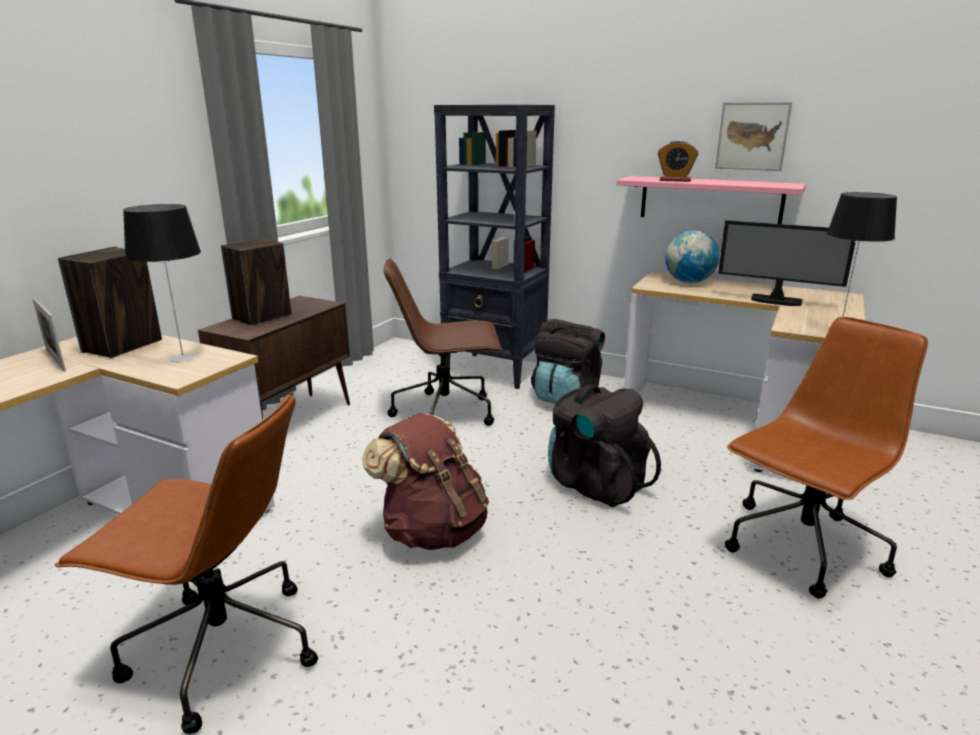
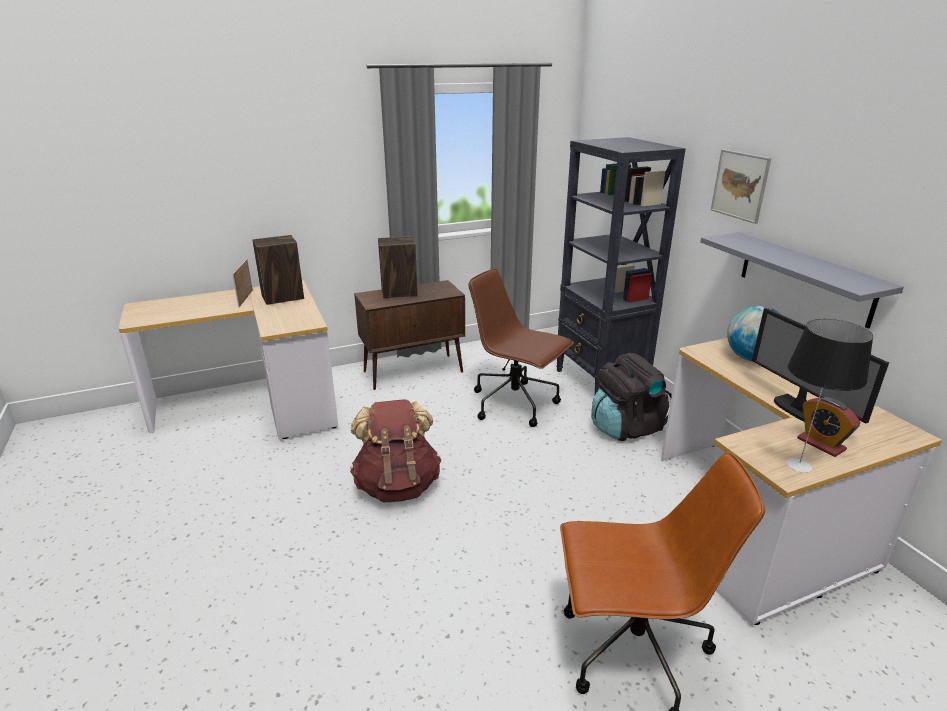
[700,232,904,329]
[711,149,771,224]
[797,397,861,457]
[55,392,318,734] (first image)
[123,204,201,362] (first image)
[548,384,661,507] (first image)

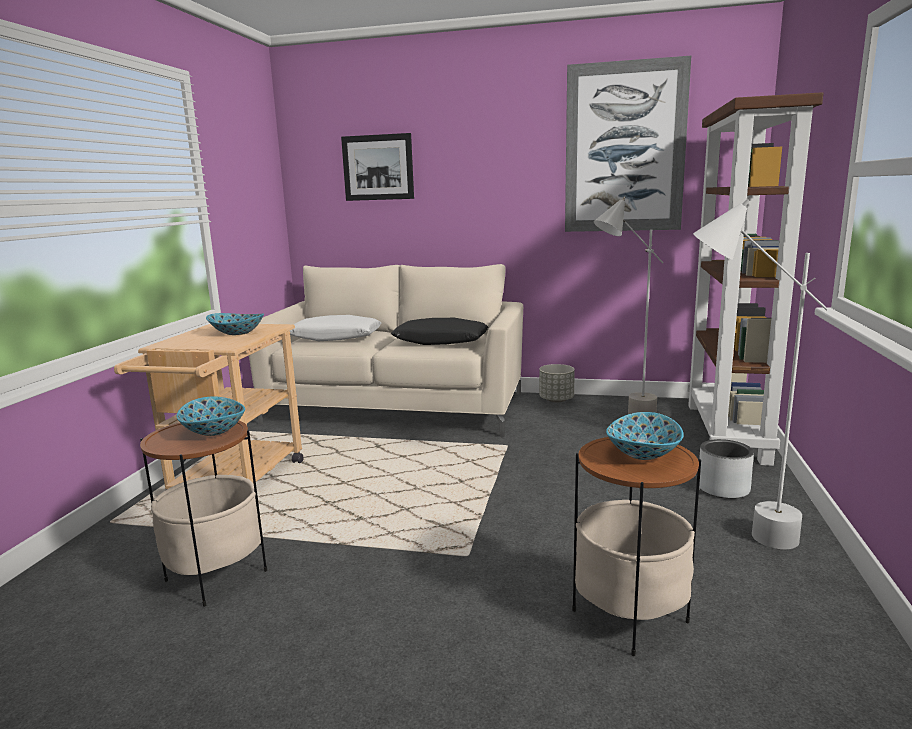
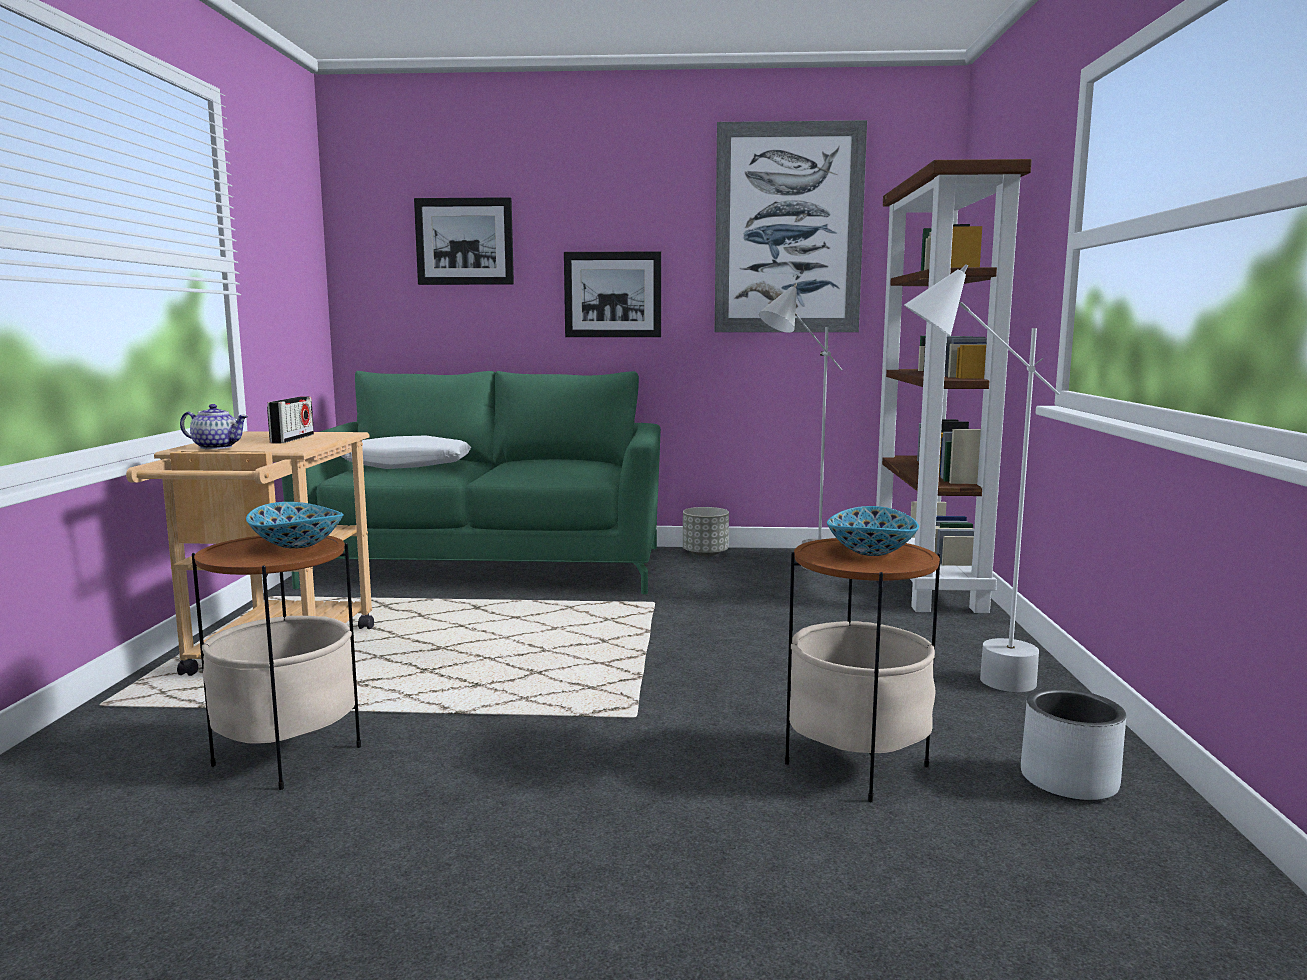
[180,404,248,449]
[267,396,314,443]
[282,371,661,594]
[564,251,661,337]
[1021,688,1126,801]
[391,318,488,345] (first image)

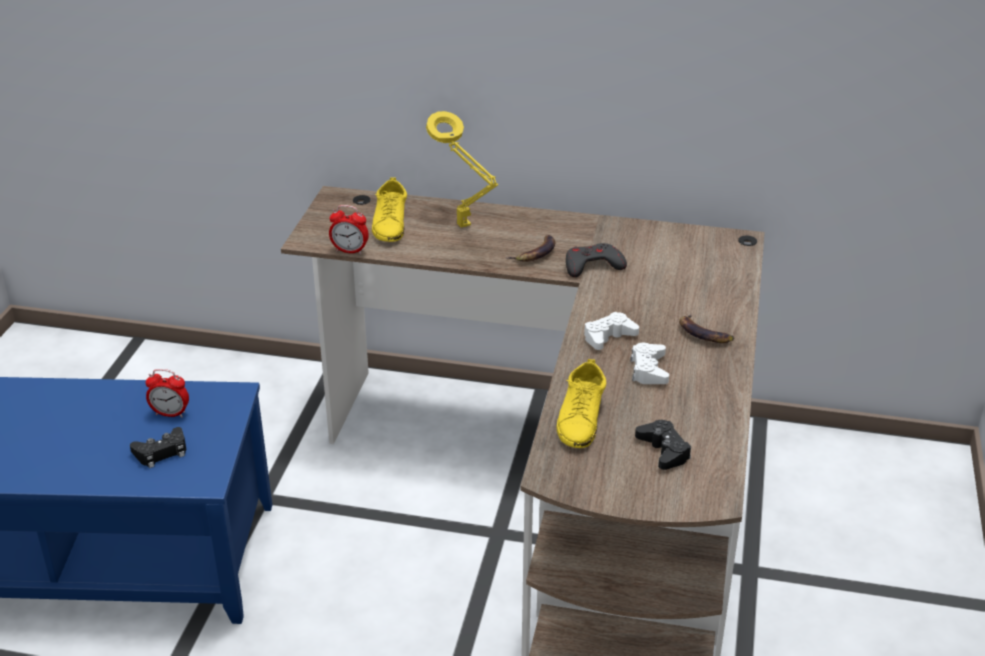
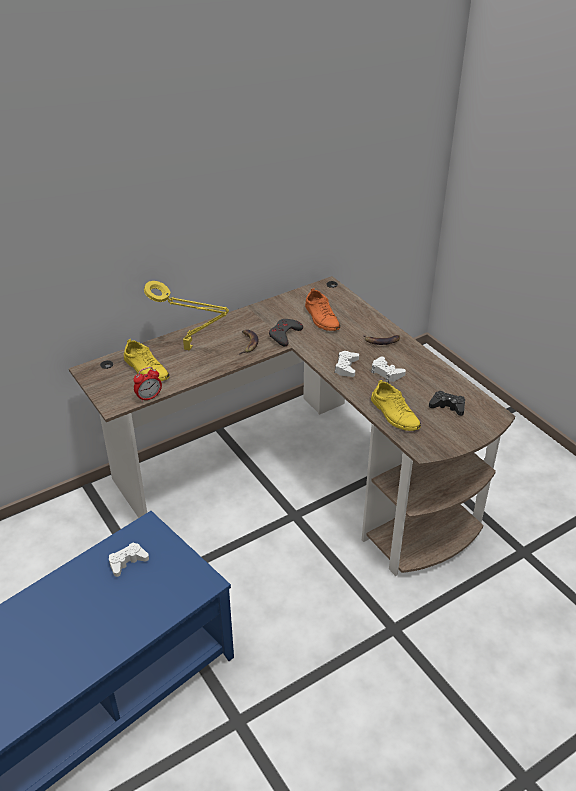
[109,542,149,577]
[305,288,340,331]
[130,427,186,468] (first image)

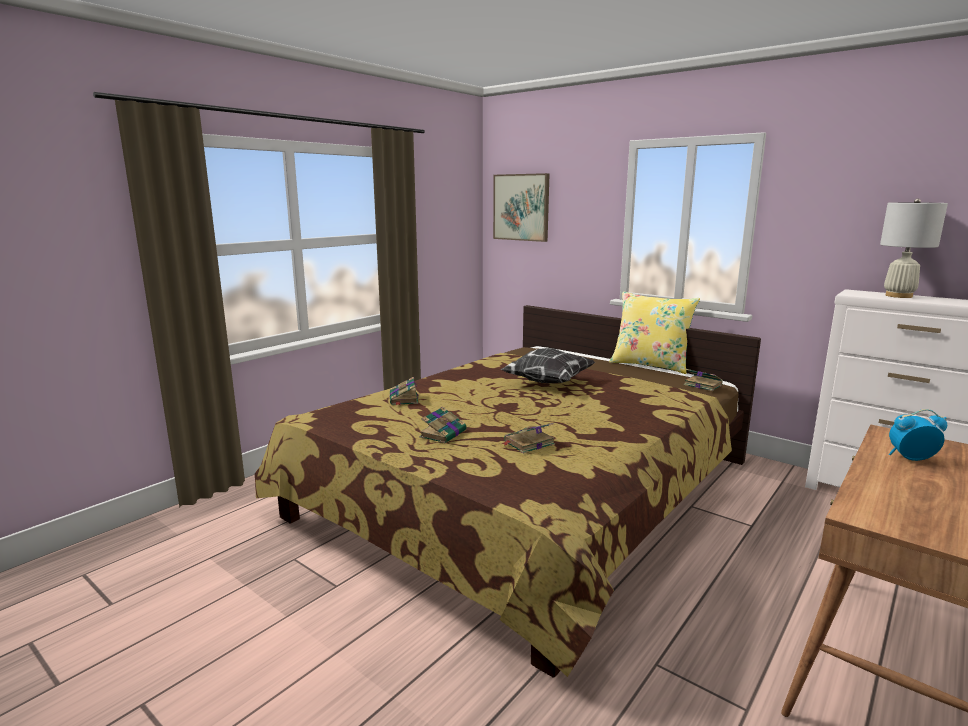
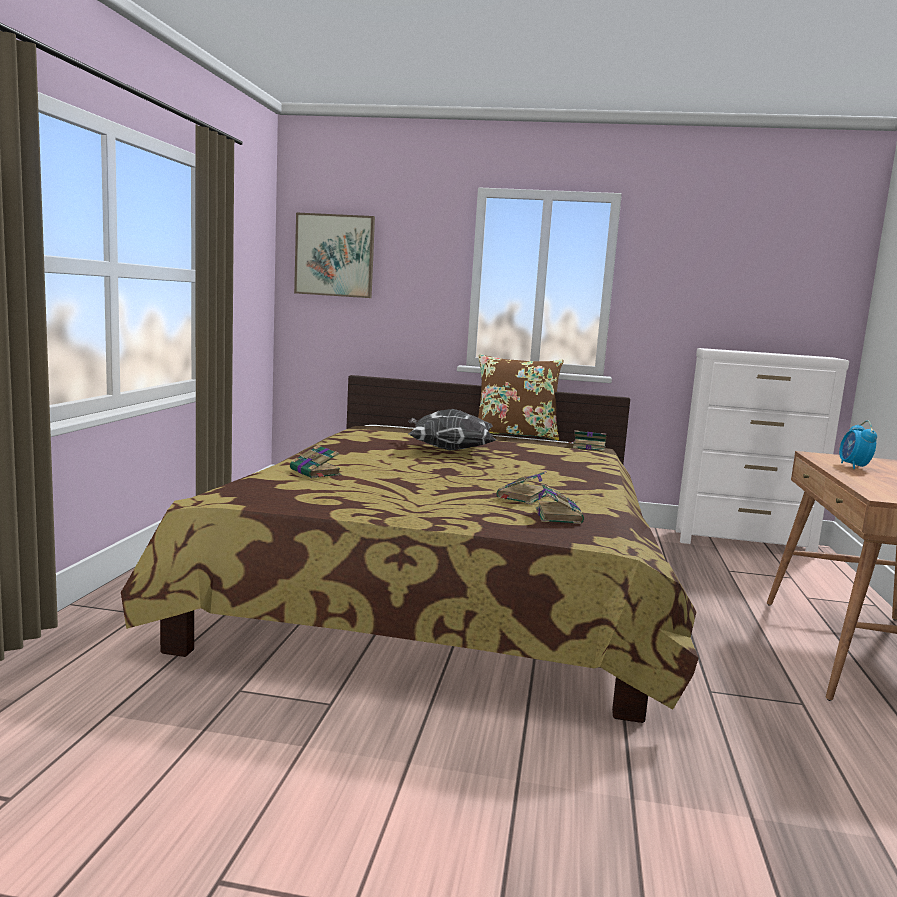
[478,354,564,441]
[536,483,584,524]
[839,420,877,469]
[880,198,948,298] (first image)

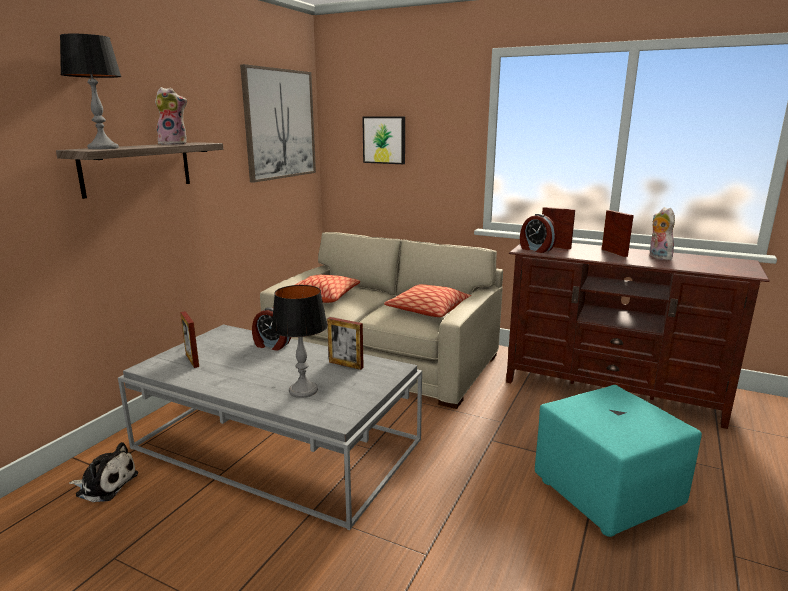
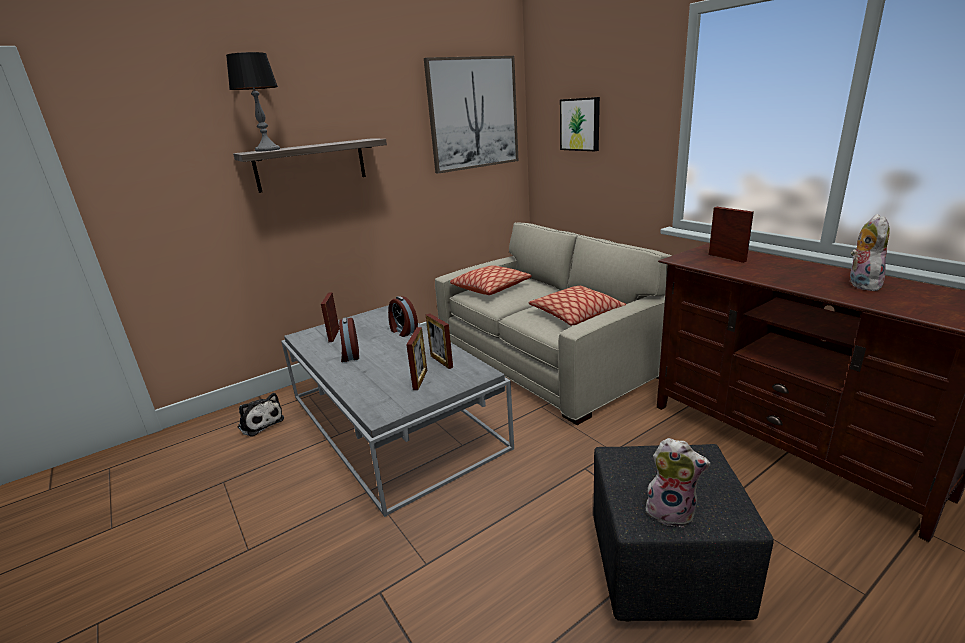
[339,317,359,362]
[406,327,427,390]
[593,444,774,622]
[644,438,710,527]
[271,285,328,398] (first image)

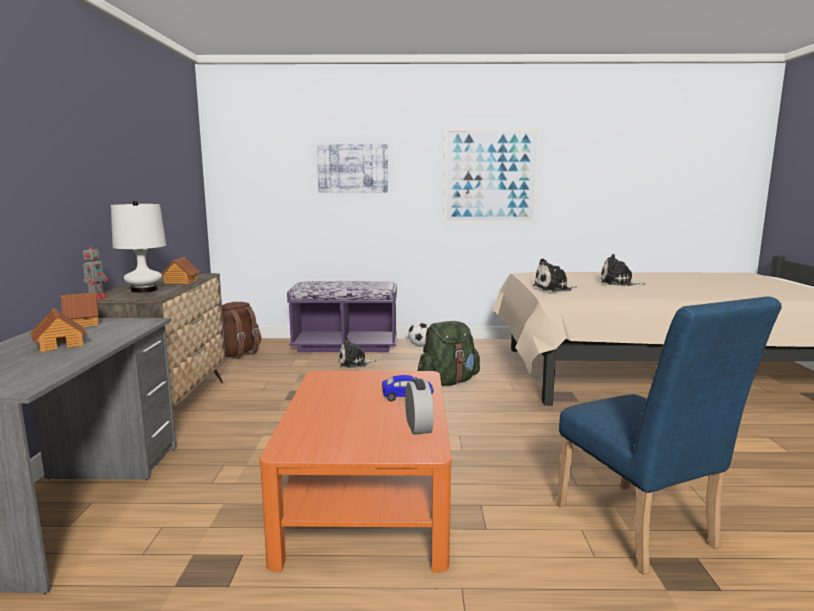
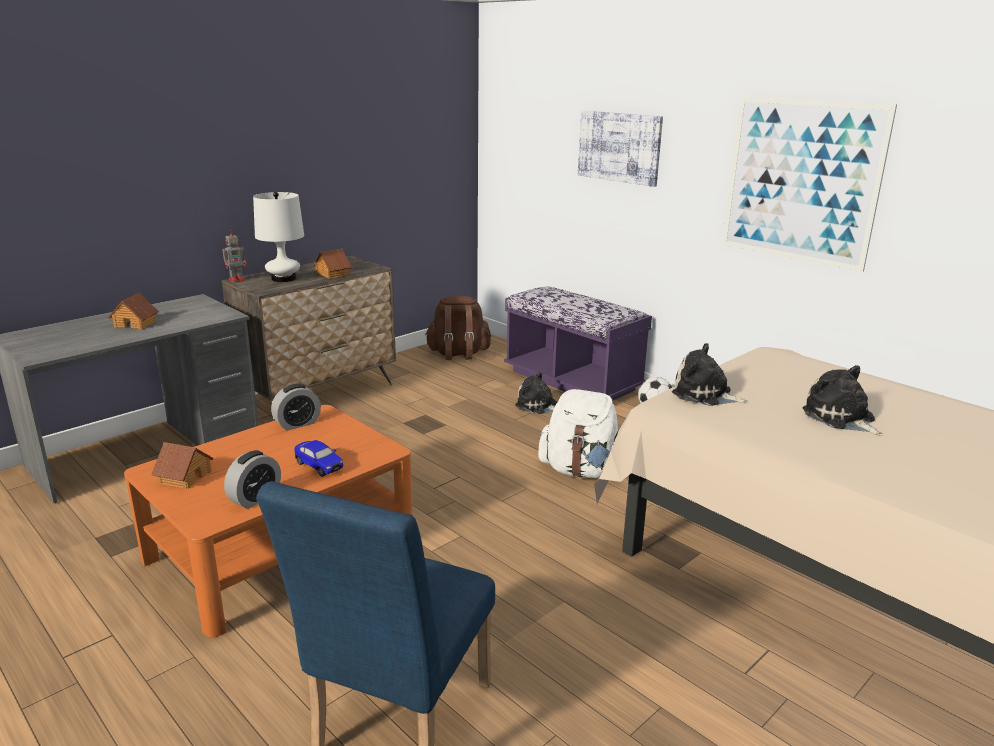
[151,442,213,489]
[271,384,321,431]
[538,389,618,478]

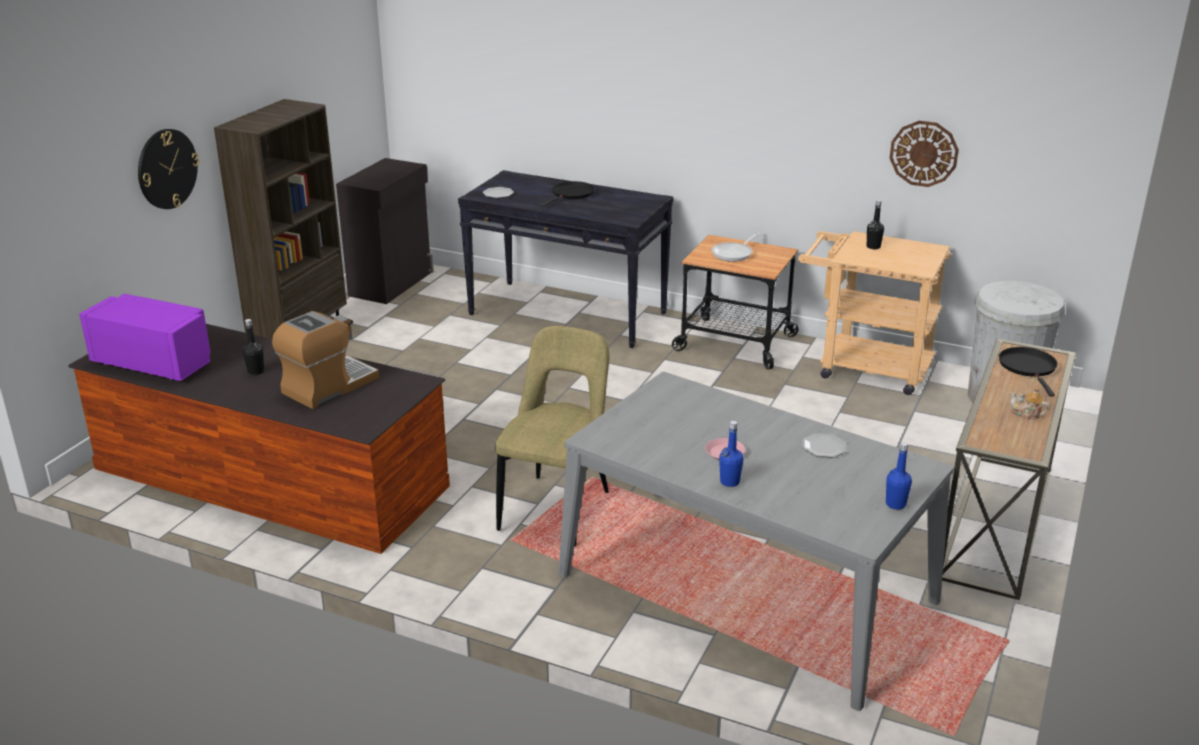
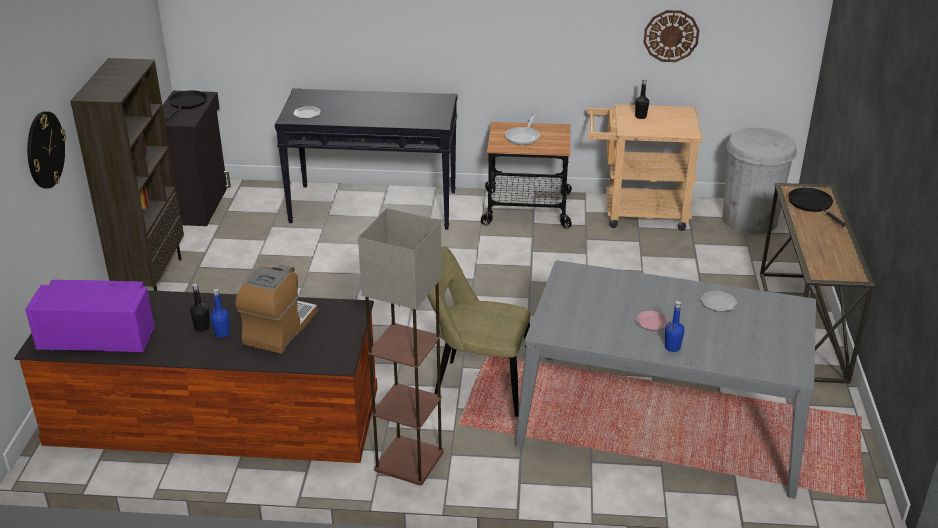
[165,90,207,120]
[210,289,230,338]
[358,208,444,486]
[428,246,531,417]
[1010,386,1050,420] (first image)

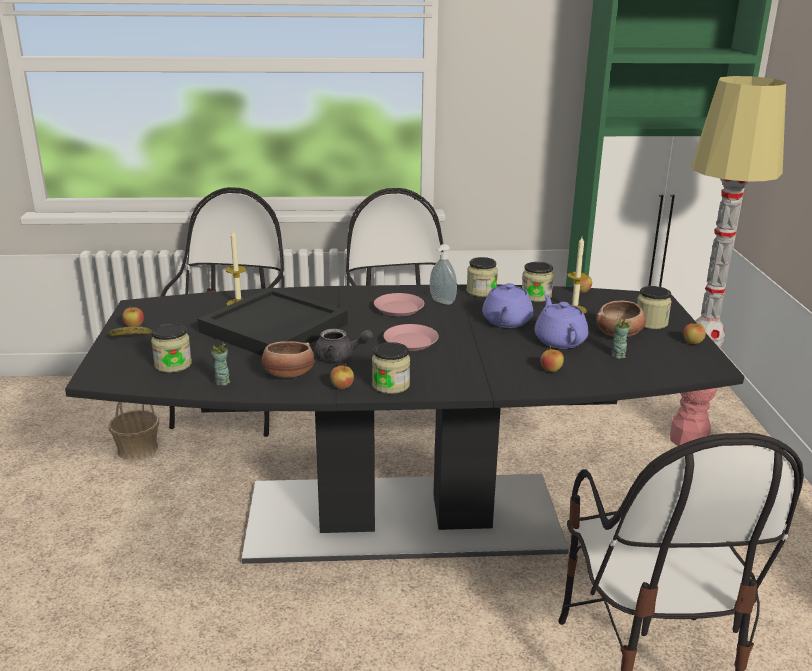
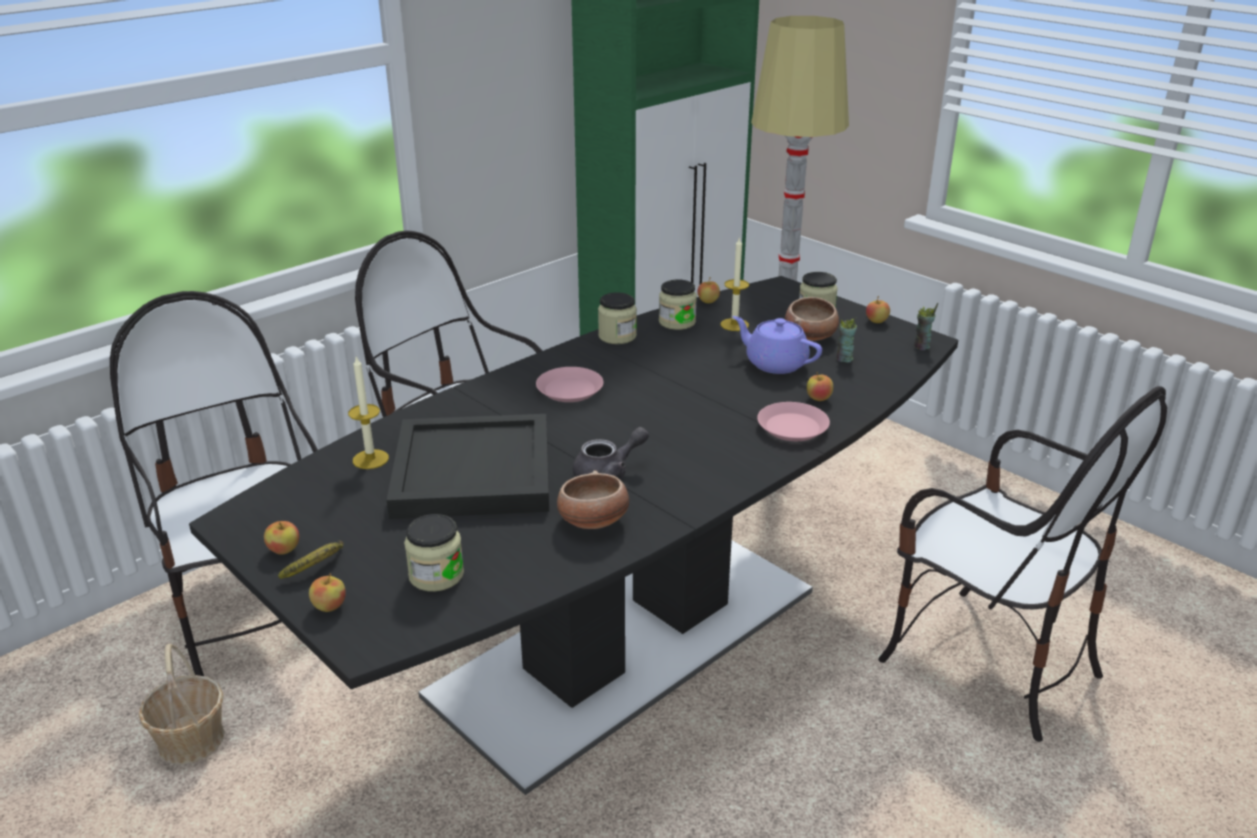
[309,573,346,612]
[757,402,830,441]
[914,303,938,350]
[372,342,410,394] (first image)
[430,244,457,305] (first image)
[482,283,533,328] (first image)

